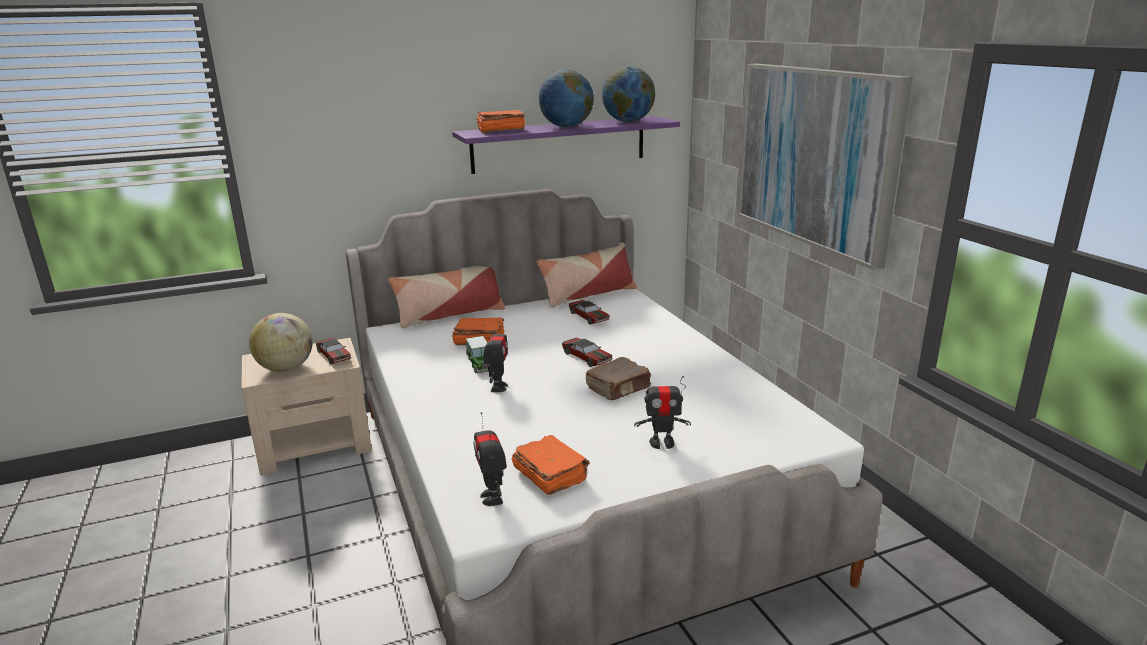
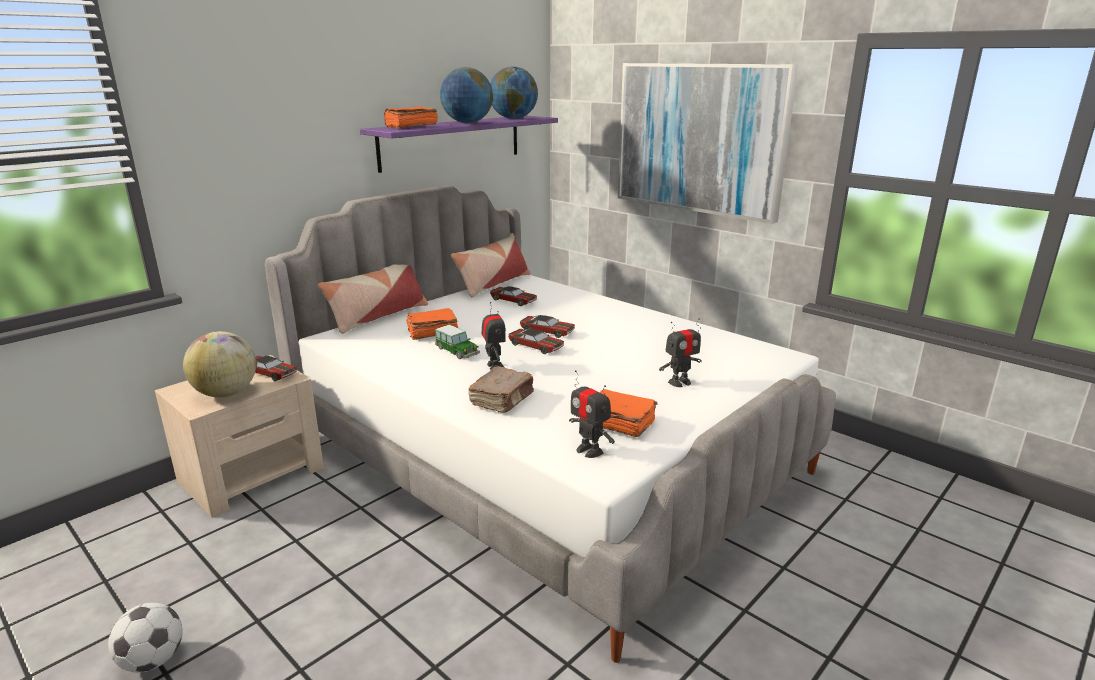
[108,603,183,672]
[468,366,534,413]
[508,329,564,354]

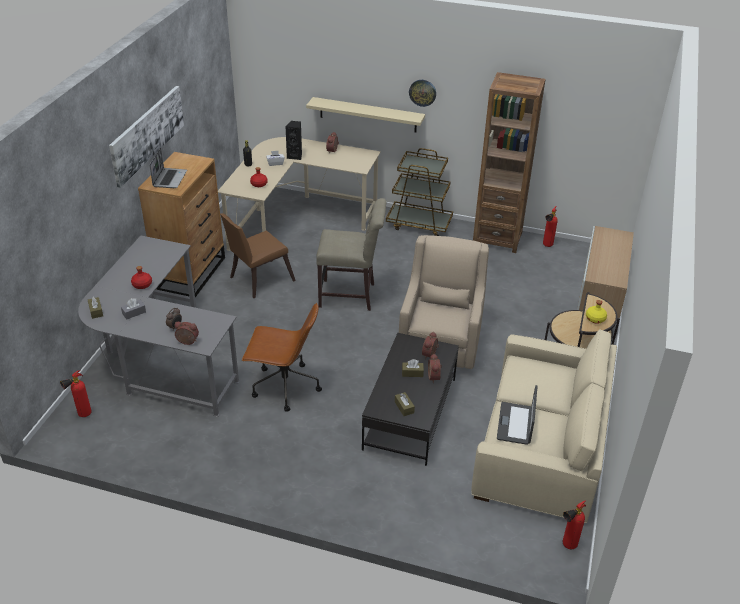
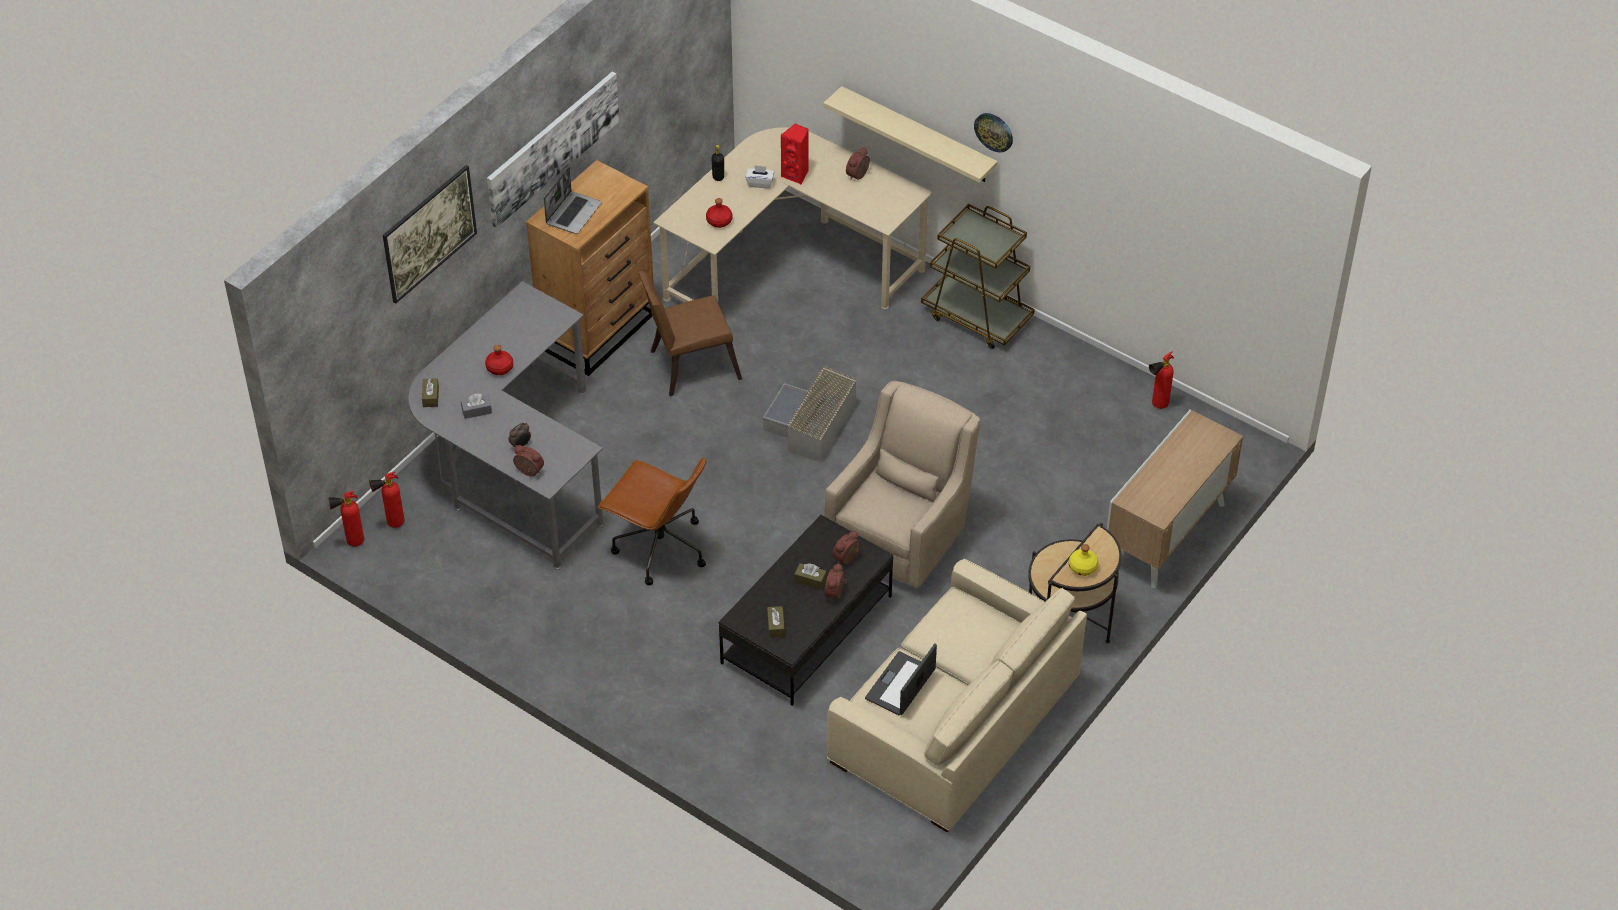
[328,491,364,547]
[383,165,477,304]
[763,366,857,463]
[781,124,809,184]
[473,72,545,253] (first image)

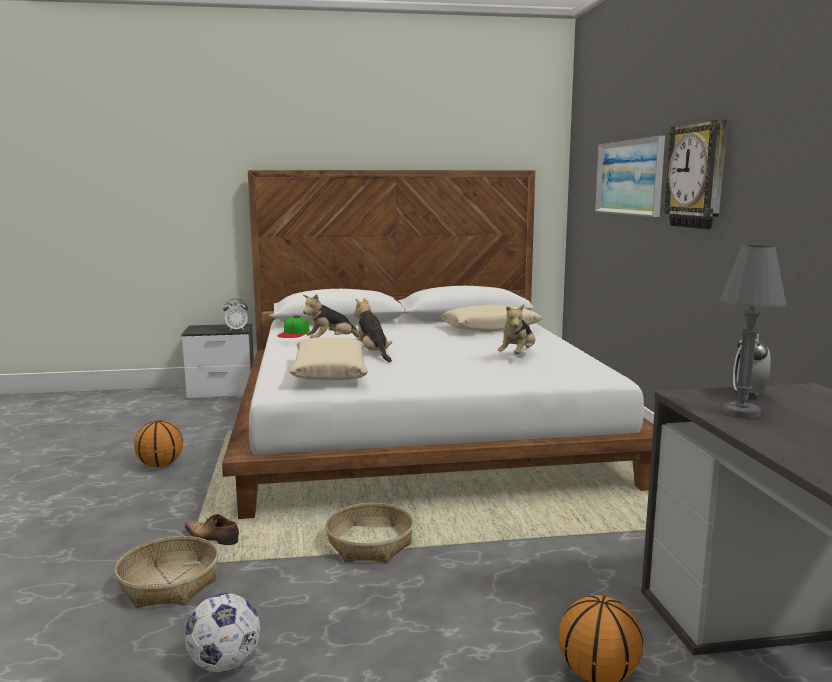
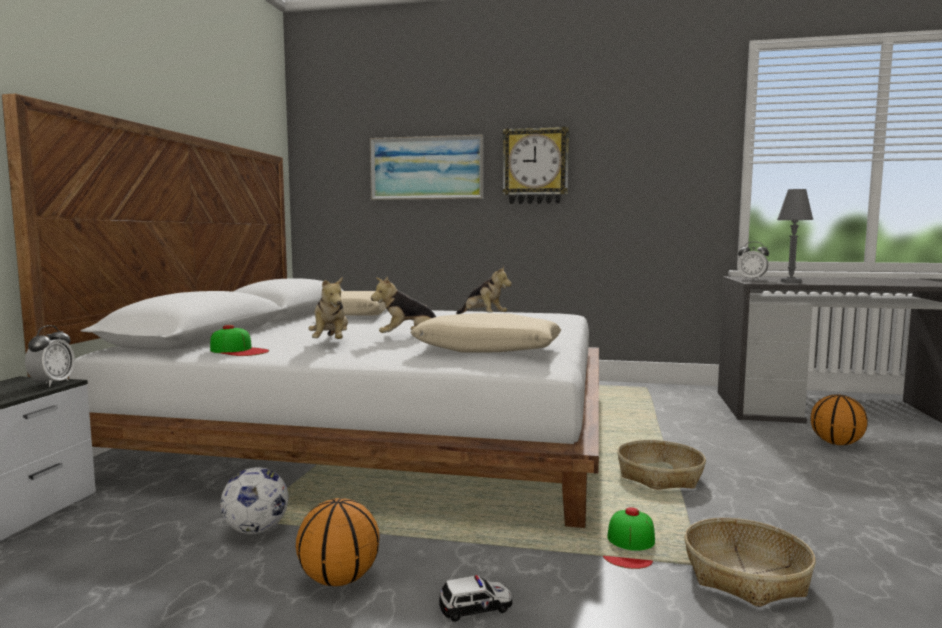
[220,467,289,534]
[439,575,512,622]
[603,507,655,569]

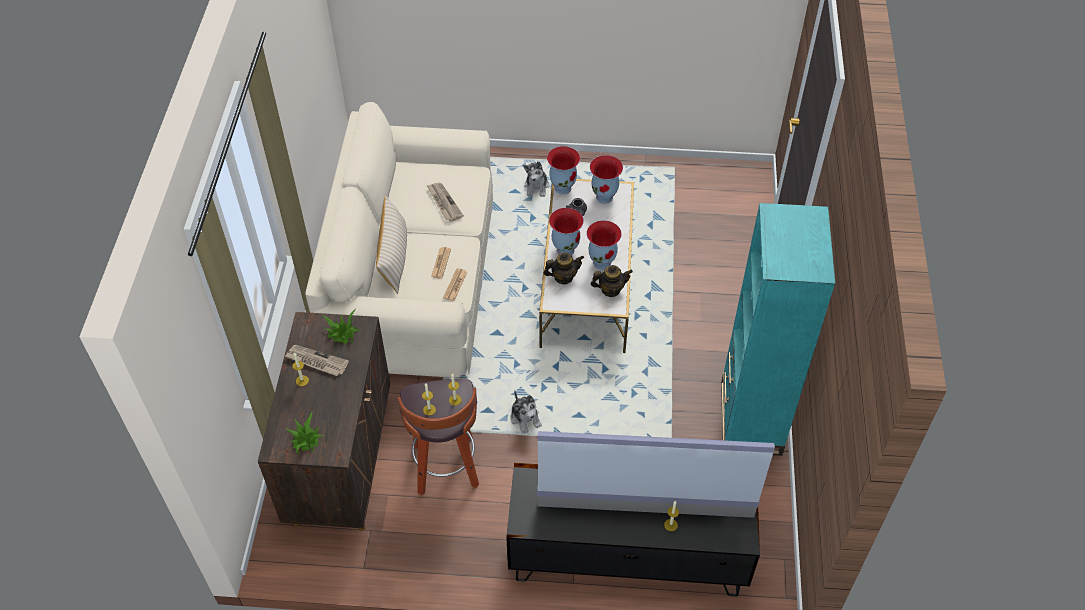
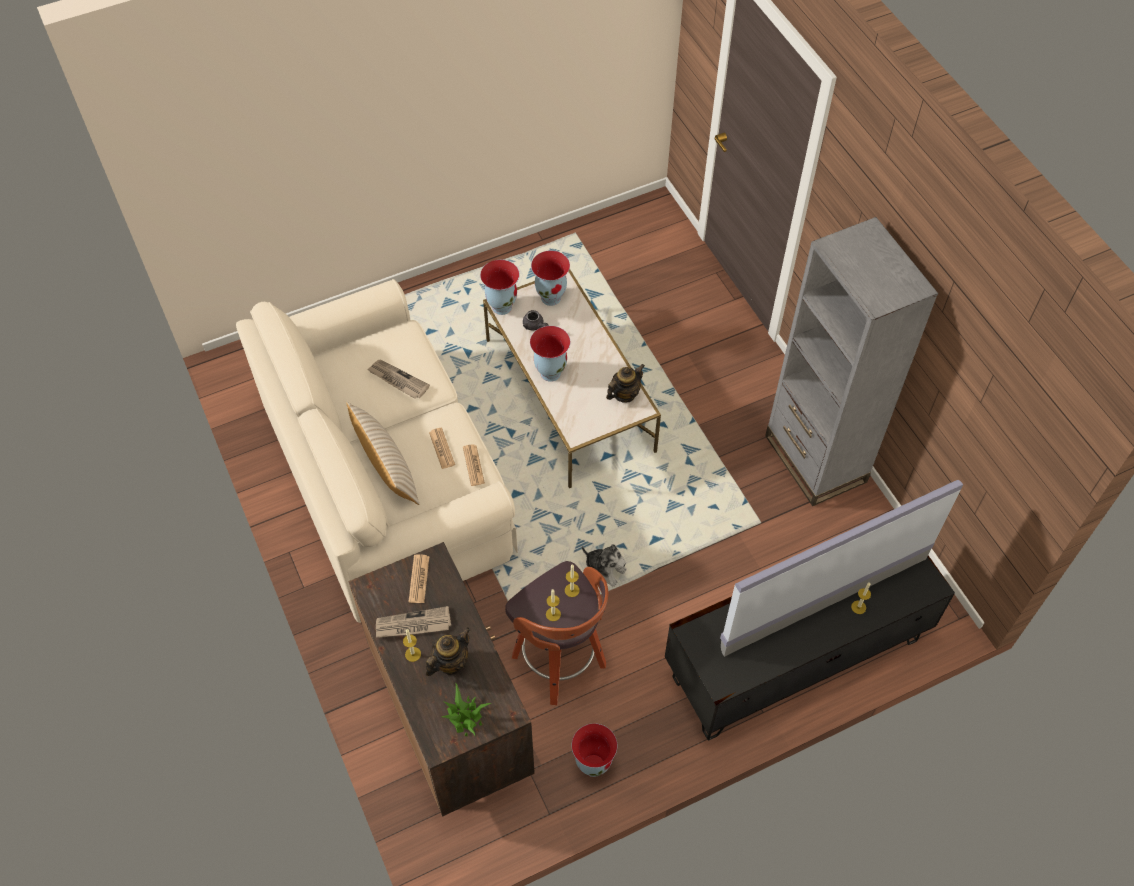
[409,554,430,603]
[426,628,470,676]
[572,723,617,777]
[765,217,938,506]
[523,161,549,197] (first image)

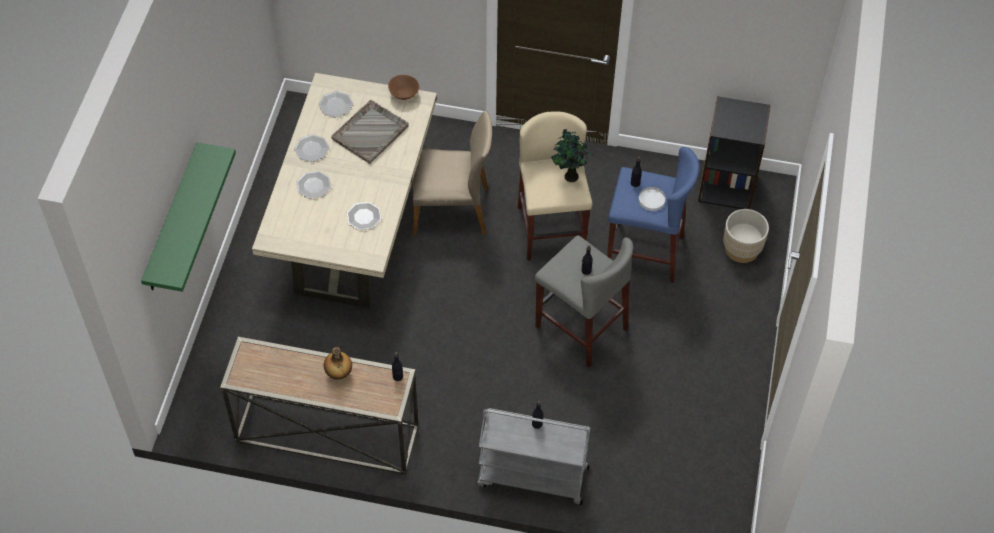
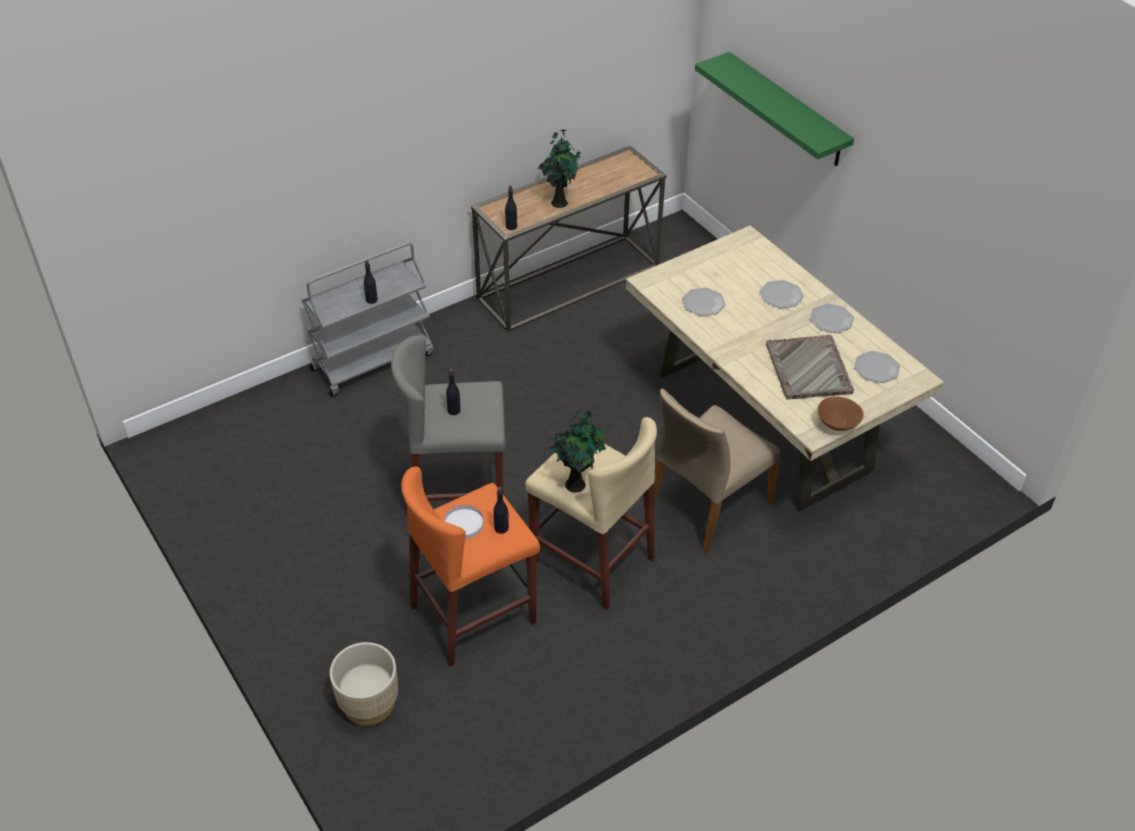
[401,467,540,667]
[538,129,581,208]
[698,96,771,209] (first image)

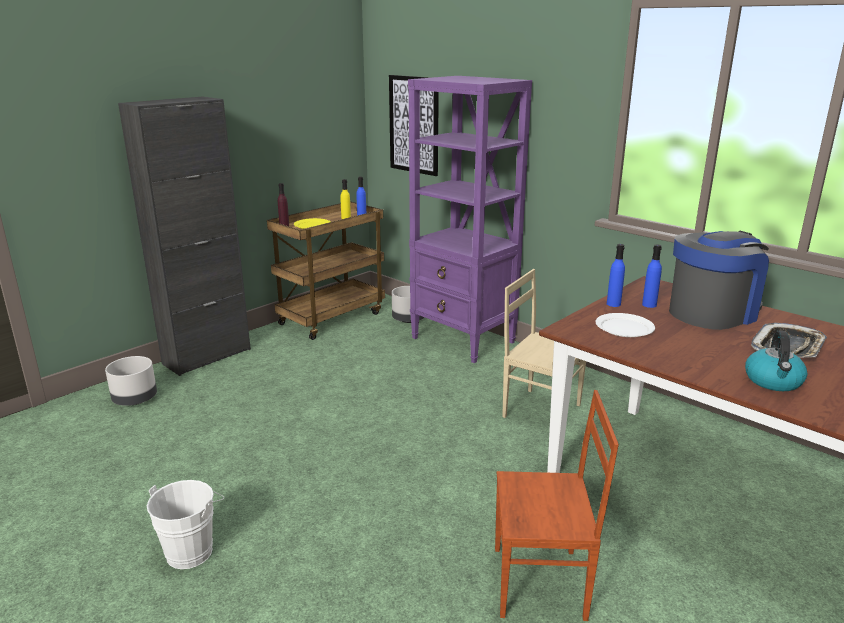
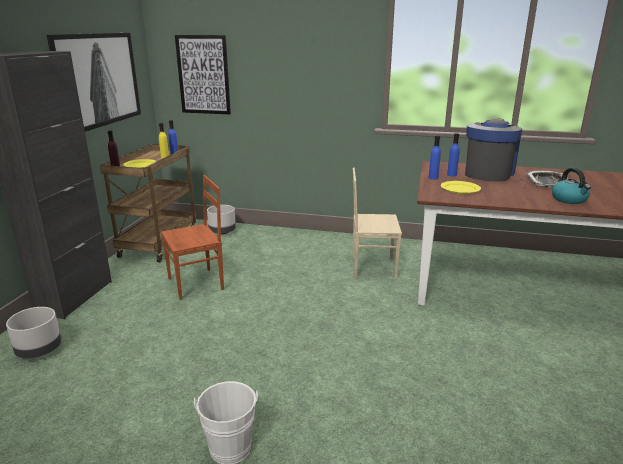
[47,33,141,131]
[161,175,224,300]
[441,181,481,194]
[408,76,532,363] (first image)

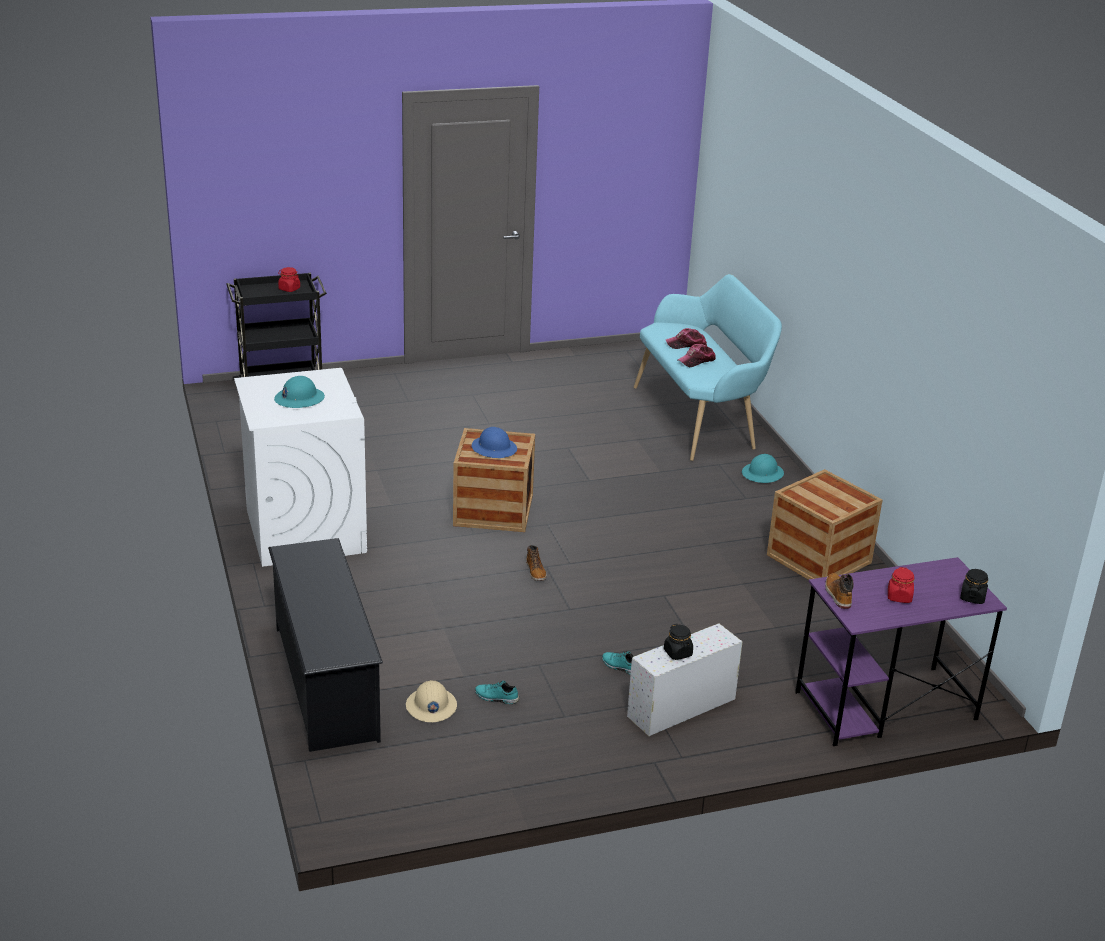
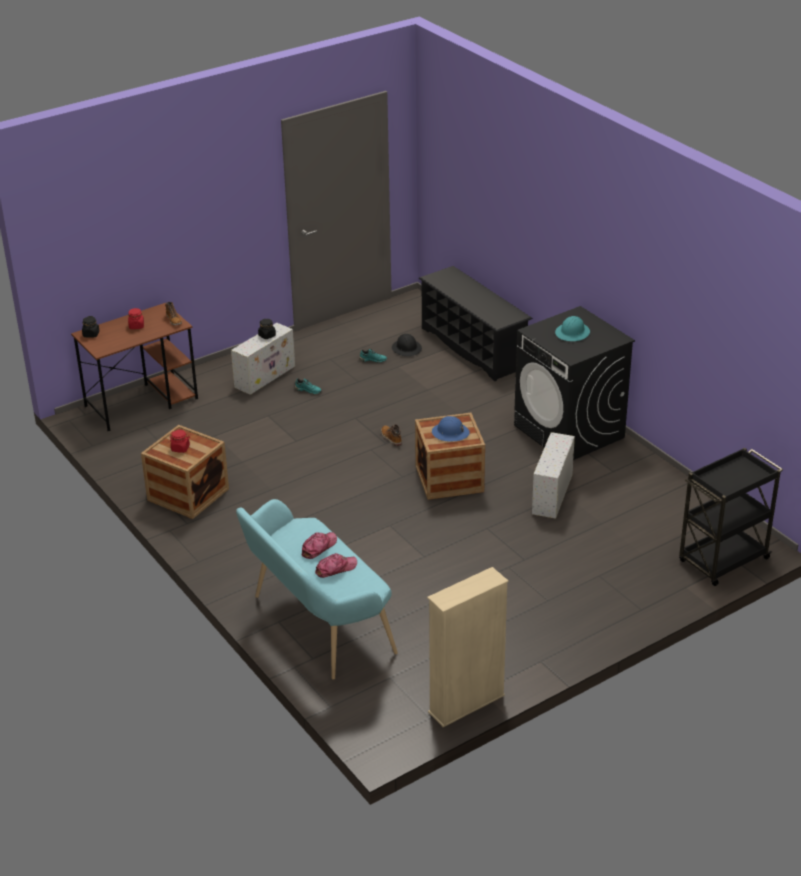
[71,303,198,431]
[170,430,190,453]
[392,334,422,356]
[427,567,509,727]
[514,306,635,460]
[532,432,575,519]
[742,454,784,483] (first image)

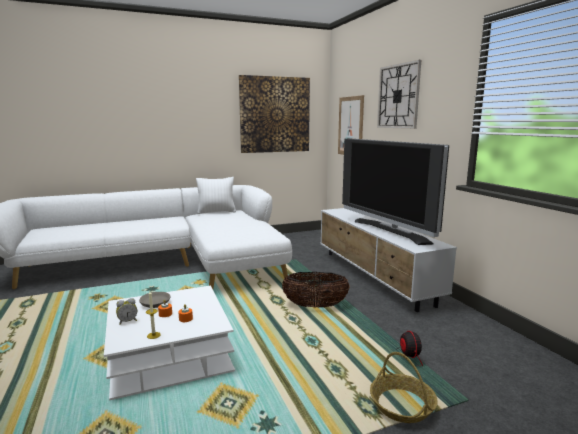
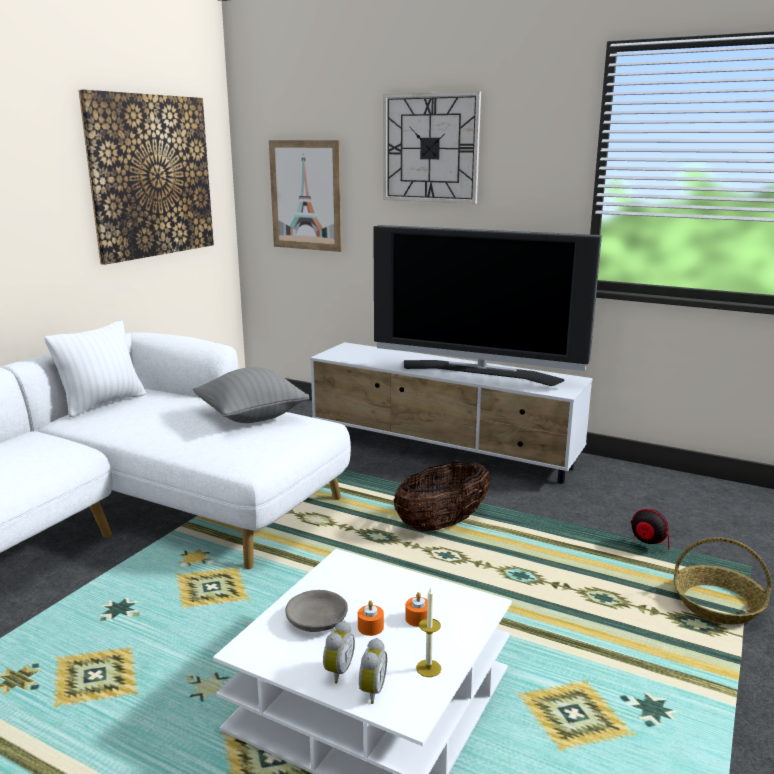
[193,367,310,423]
[359,638,387,704]

